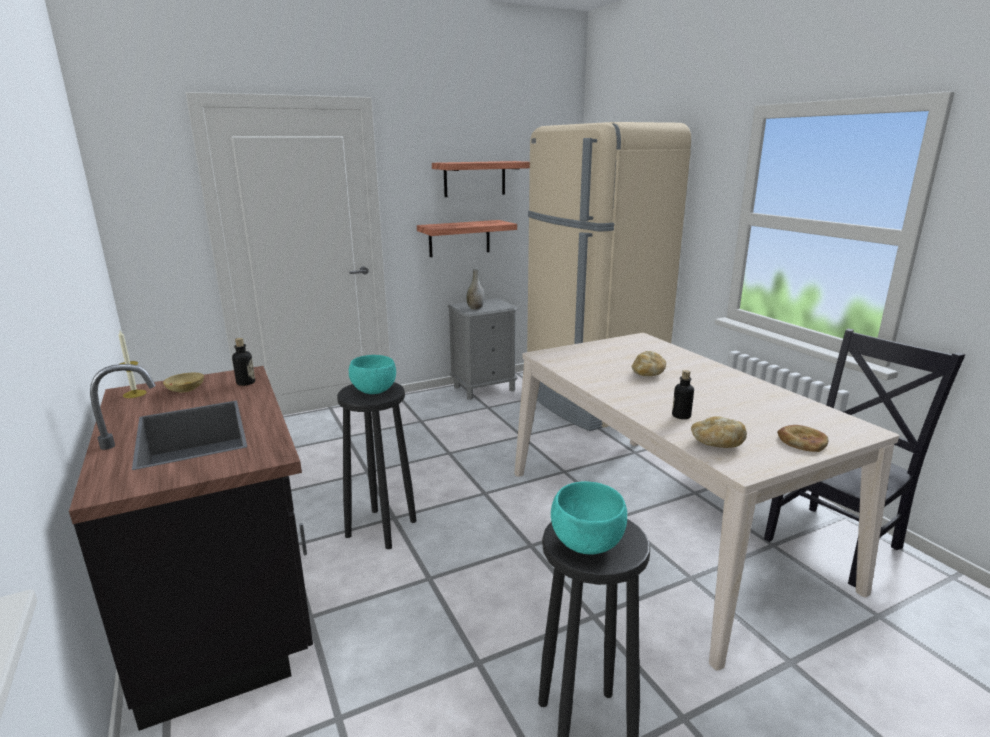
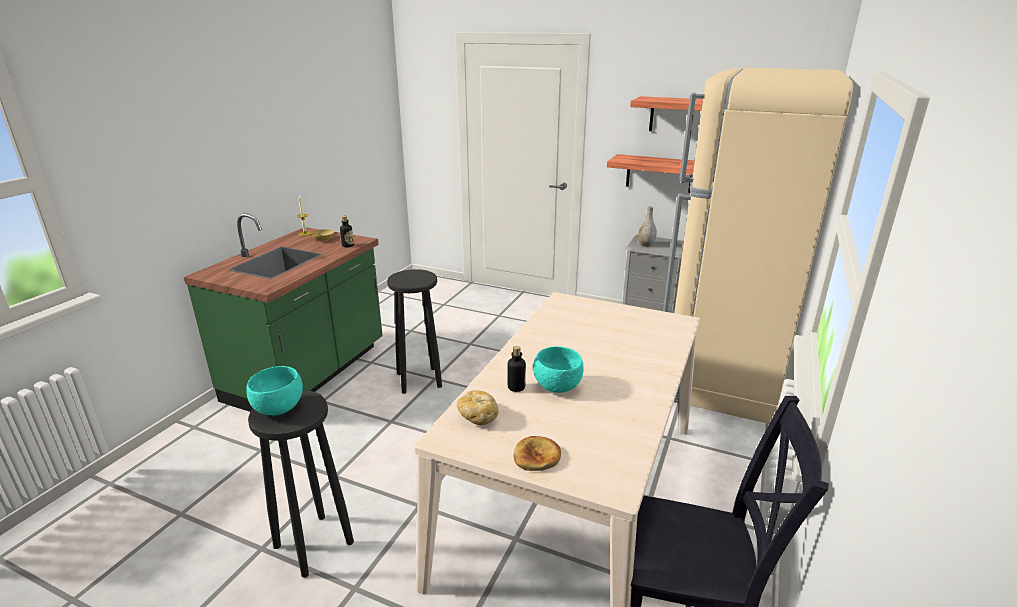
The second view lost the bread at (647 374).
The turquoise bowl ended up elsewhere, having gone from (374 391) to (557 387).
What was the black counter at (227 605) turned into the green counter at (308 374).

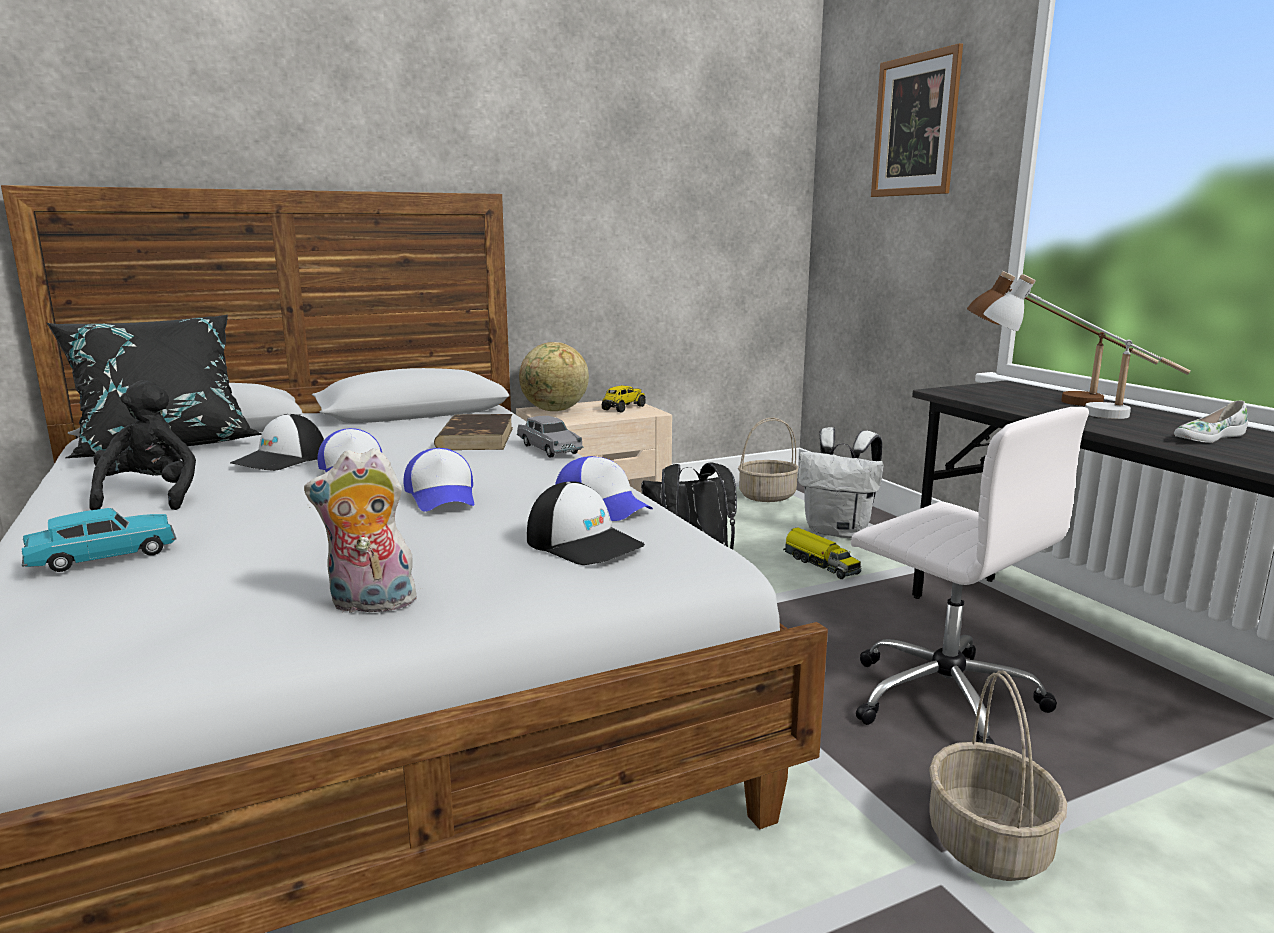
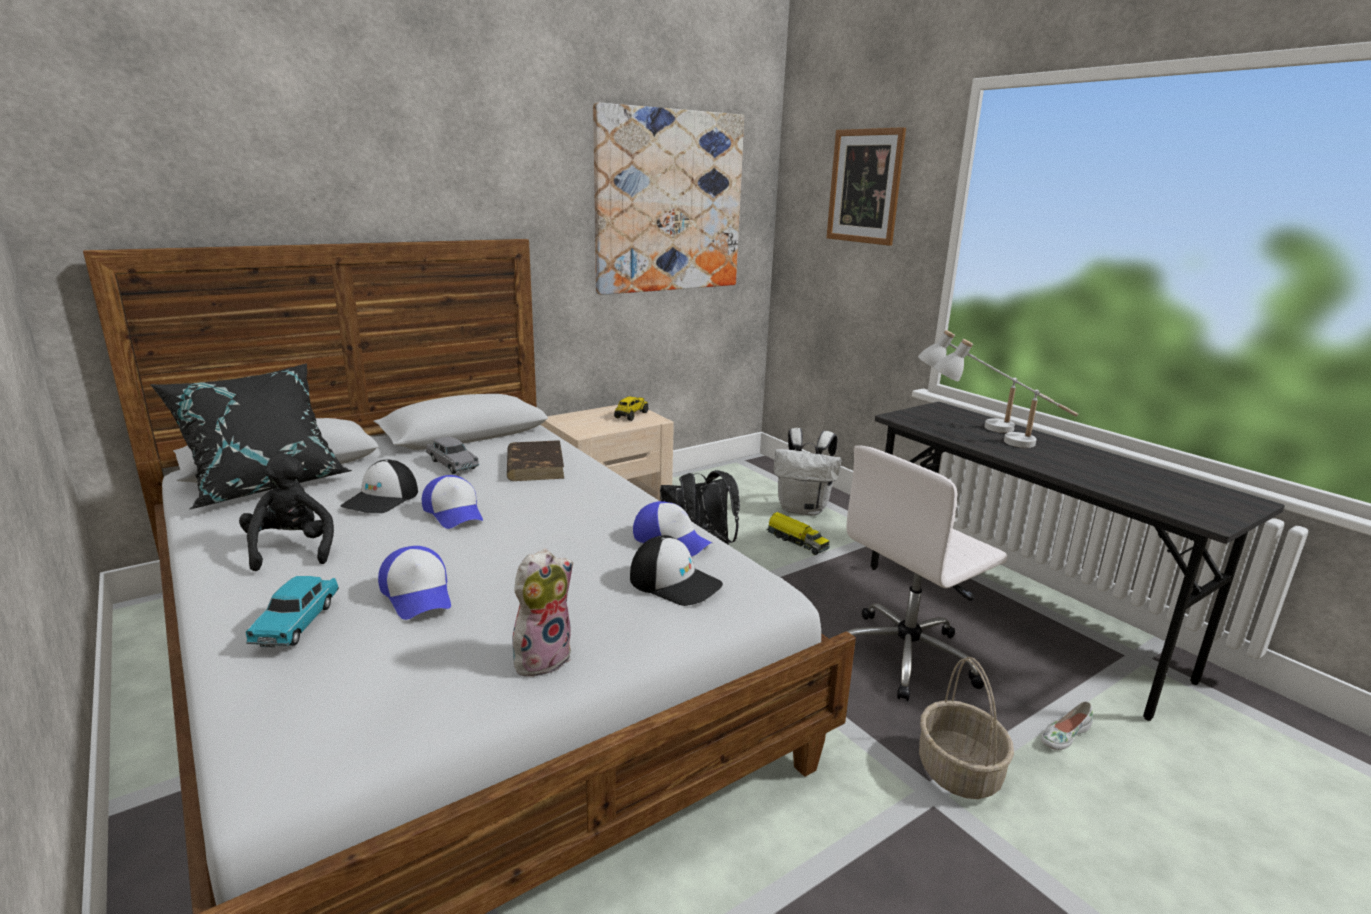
The second view lost the globe at (554 410).
The second view lost the basket at (767 496).
The second view gained the picture at (669 202).
The cap ended up elsewhere, having gone from (442 497) to (418 594).
The grey toy car ended up elsewhere, having gone from (549 449) to (452 464).
The white shoe ended up elsewhere, having gone from (1207 437) to (1064 735).
What was the brown table lamp at (1050 400) turned into the white table lamp at (976 426).
The turquoise toy car at (103 557) ended up facing another way, 135 degrees clockwise from before.
The plush toy at (370 605) ended up facing another way, 150 degrees clockwise from before.
The white office chair at (941 697) ended up facing another way, 105 degrees clockwise from before.

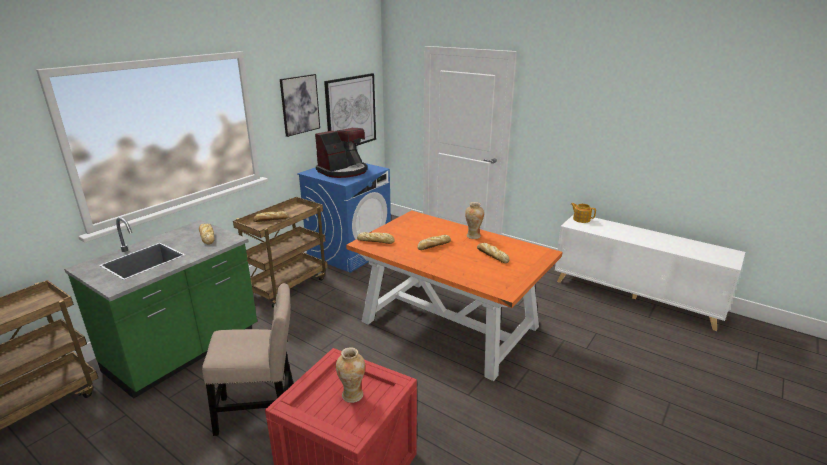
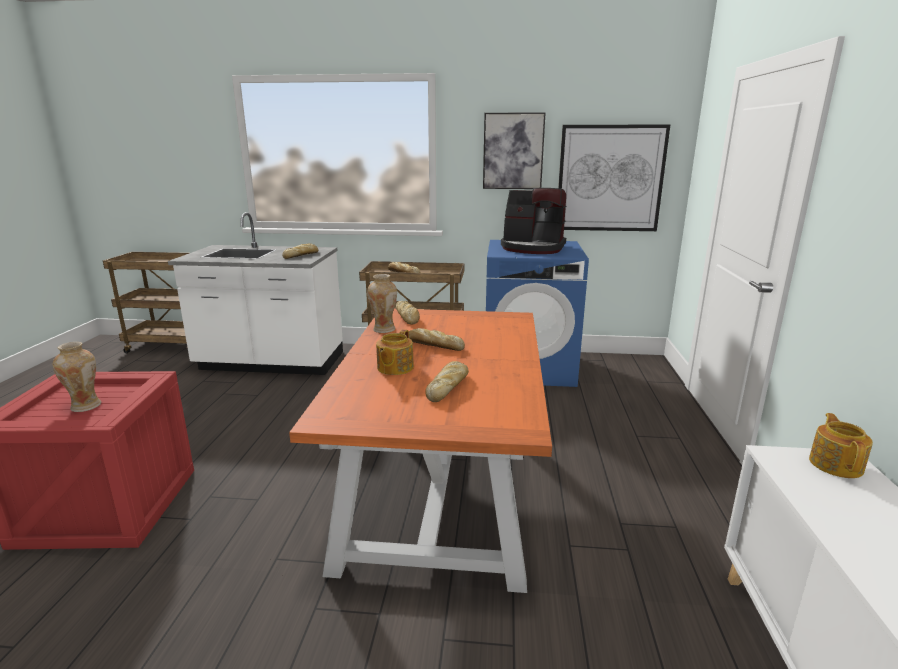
The second view lost the beige chair at (261 410).
The second view gained the teapot at (394 368).
The vase ended up elsewhere, having gone from (473 236) to (384 329).
What was the green counter at (185 351) turned into the white counter at (270 363).

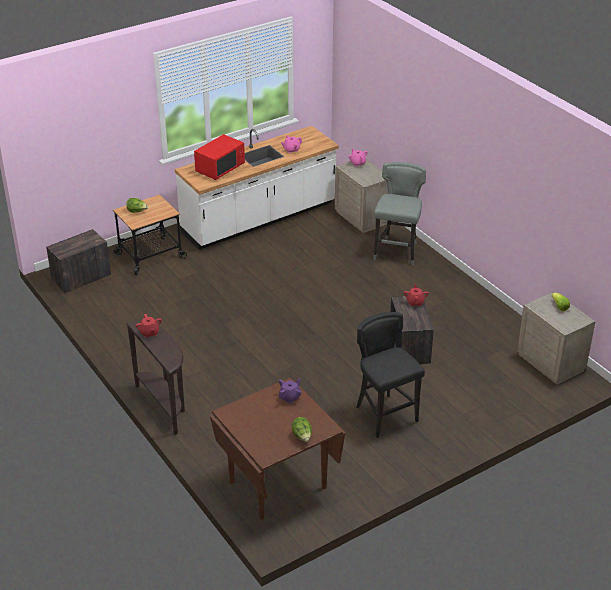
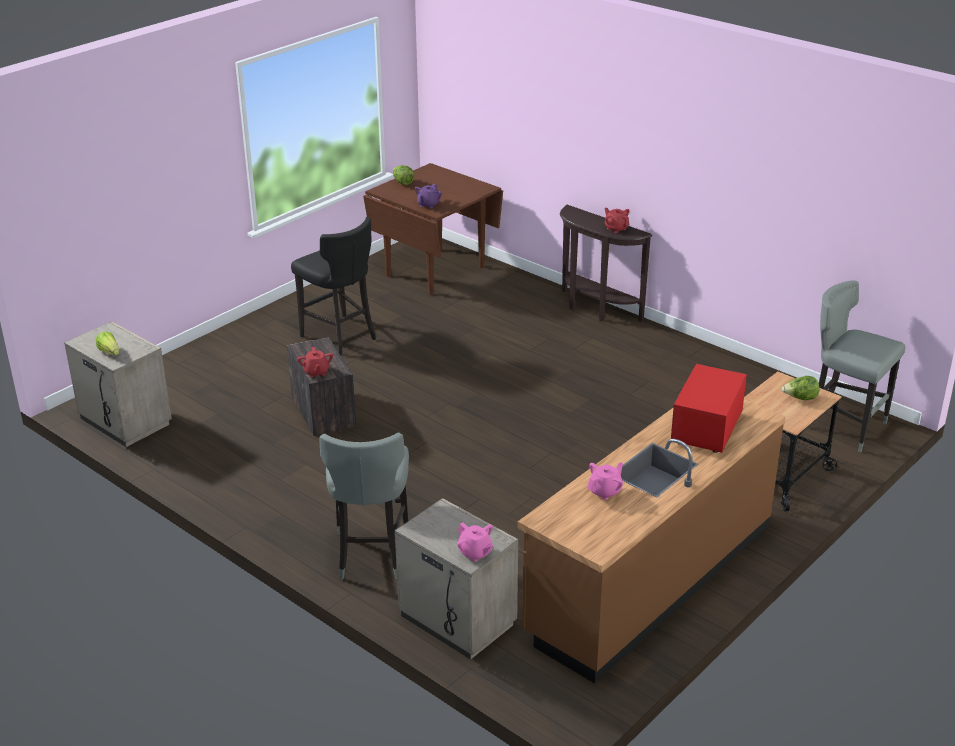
Where the crate stood at (80 277), the grey stool came to stand at (844 426).
What was the white counter at (259 219) turned into the brown counter at (649 579).

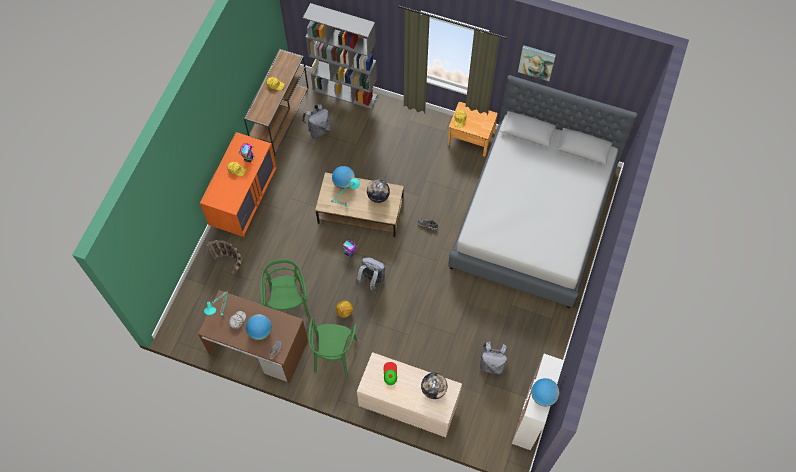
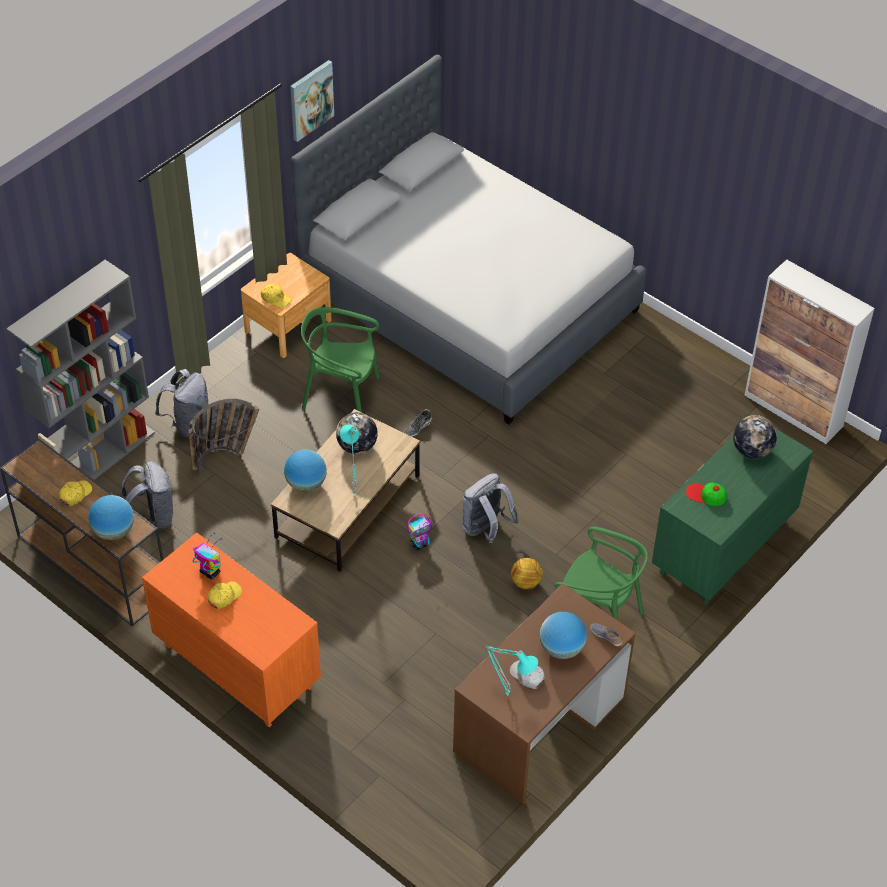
The basket ended up elsewhere, having gone from (232 267) to (225 457).
The green chair ended up elsewhere, having gone from (287 302) to (341 396).
The grey backpack ended up elsewhere, having gone from (492 364) to (188 423).
The globe ended up elsewhere, having gone from (543 396) to (113 531).
What was the beige dresser at (408 405) turned into the green dresser at (723 548).

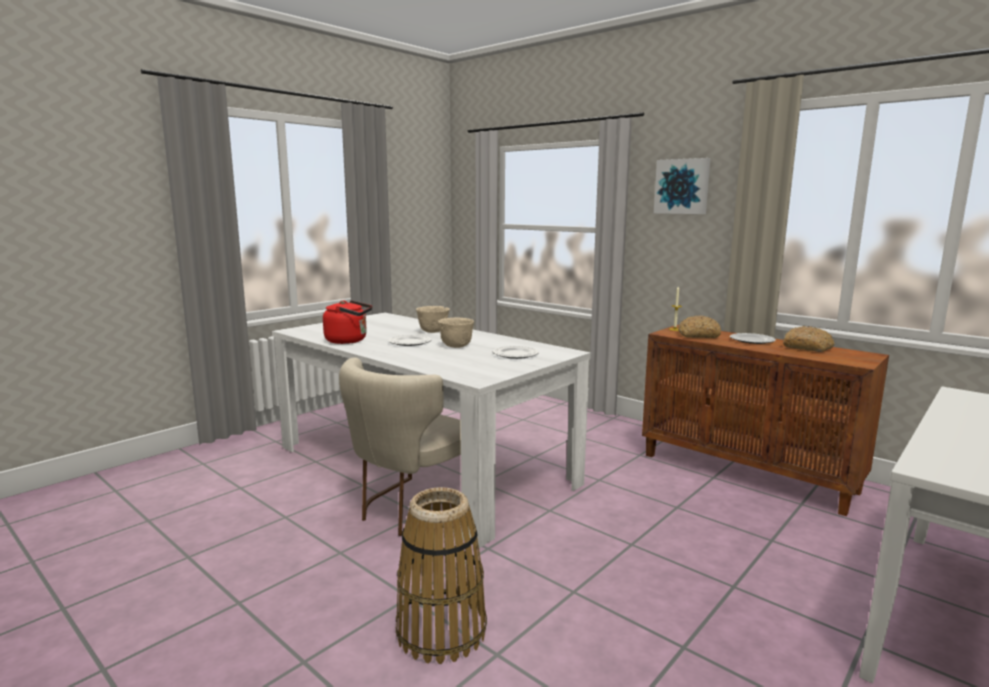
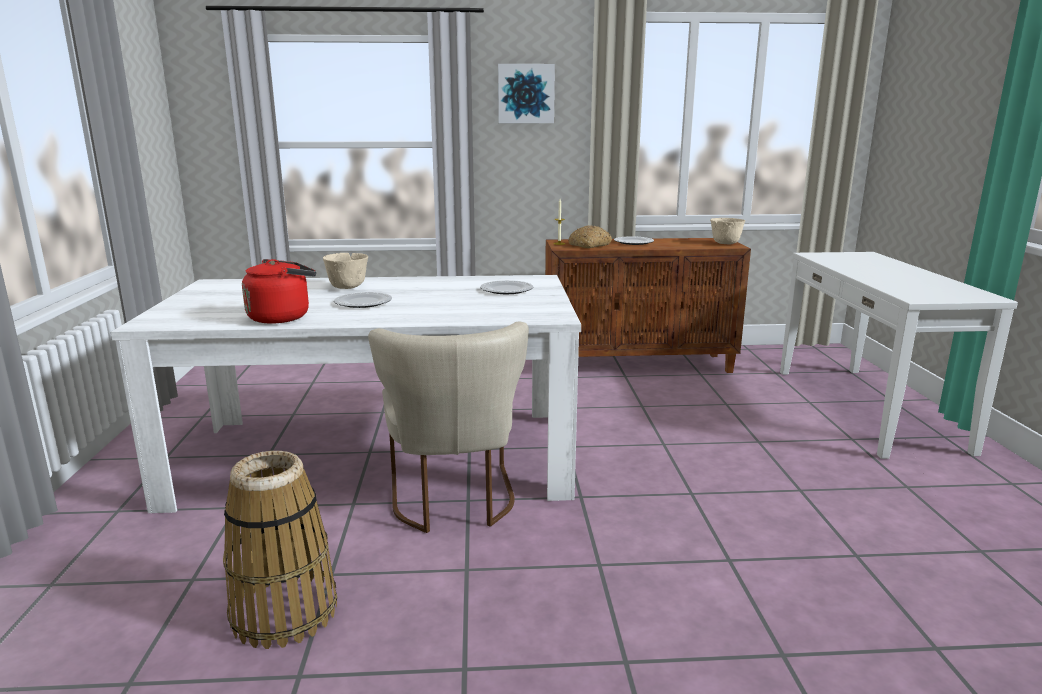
The second view lost the bread at (808 347).
The basket ended up elsewhere, having gone from (441 630) to (284 612).
The beige bowl ended up elsewhere, having gone from (455 346) to (725 243).

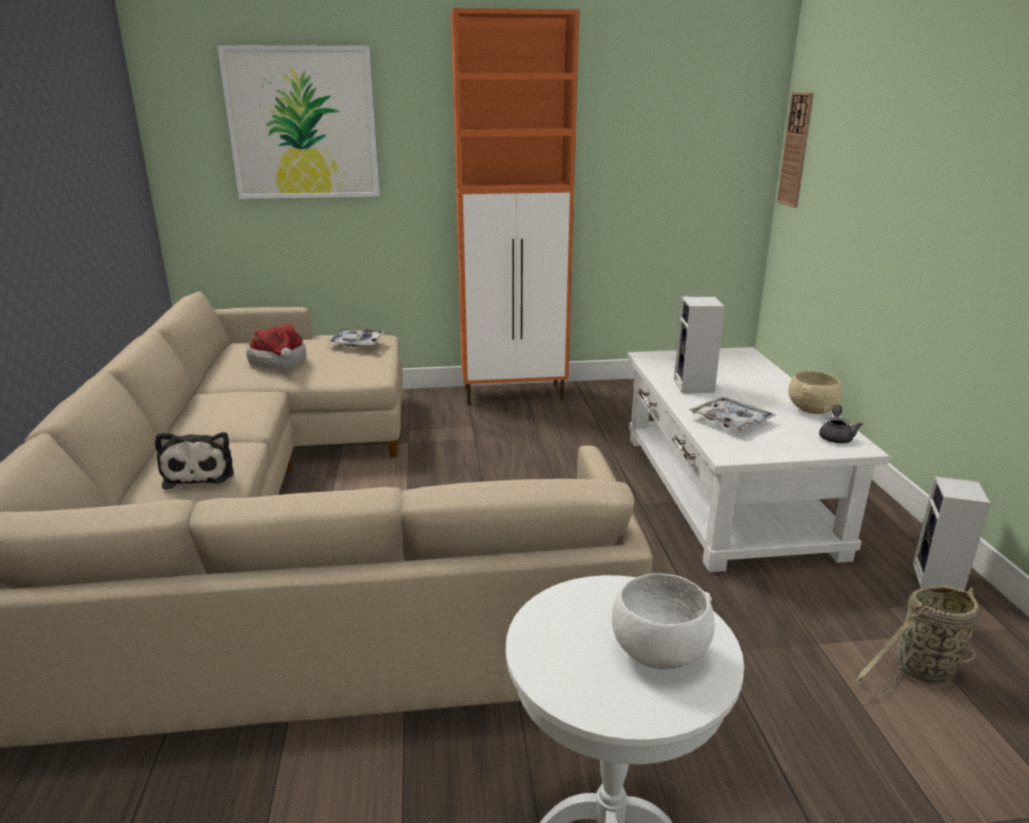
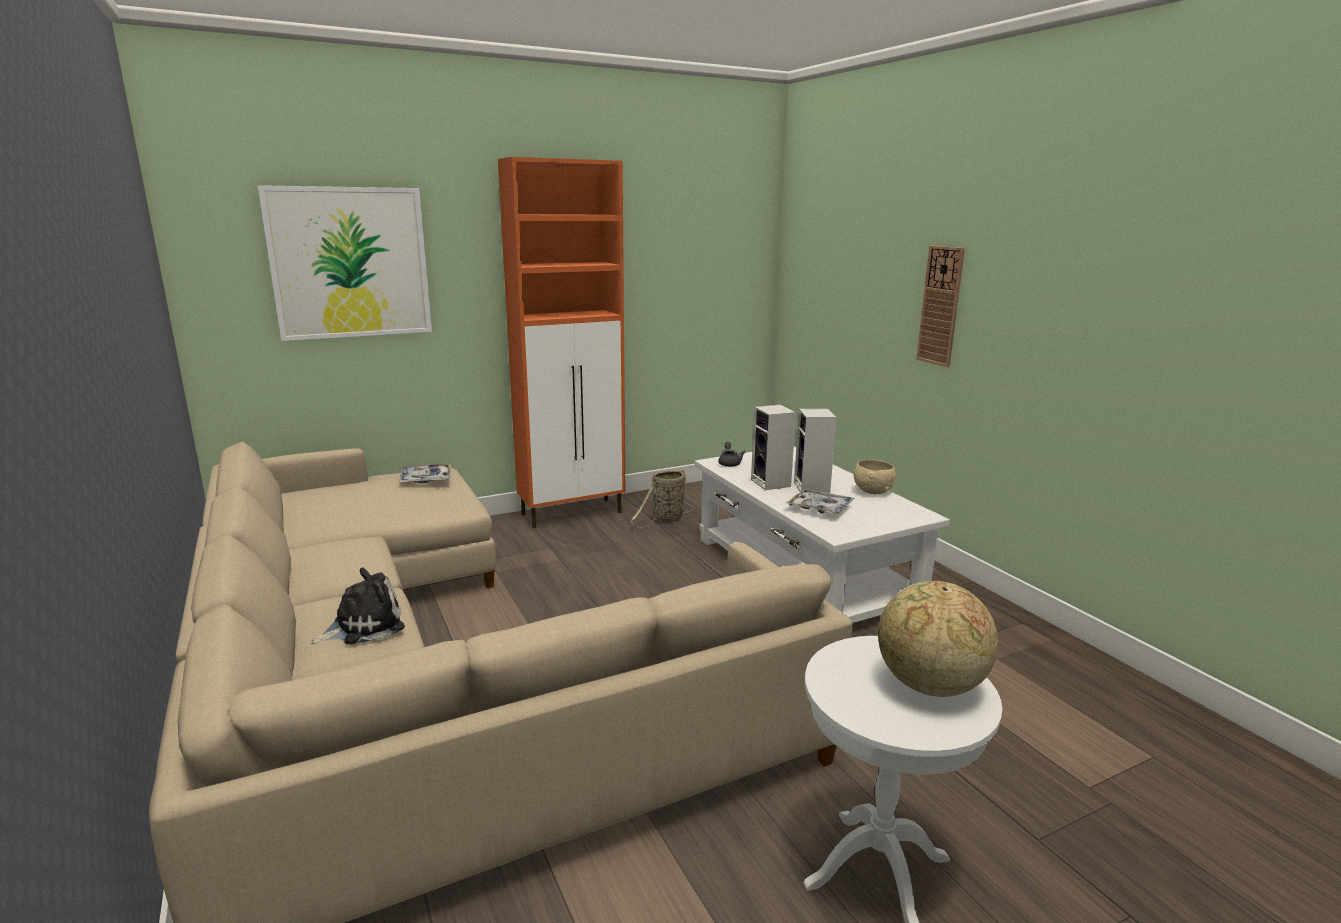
The second view lost the hat at (279 363).
The wall clock ended up elsewhere, having gone from (796 150) to (940 306).
The grey teapot ended up elsewhere, having gone from (836 436) to (729 463).
The basket ended up elsewhere, having gone from (921 671) to (666 519).
The speaker ended up elsewhere, having gone from (939 580) to (813 488).
Where the white bowl stood at (657 653), the globe came to stand at (929 686).
The plush toy at (200 473) ended up facing another way, 90 degrees counterclockwise from before.

